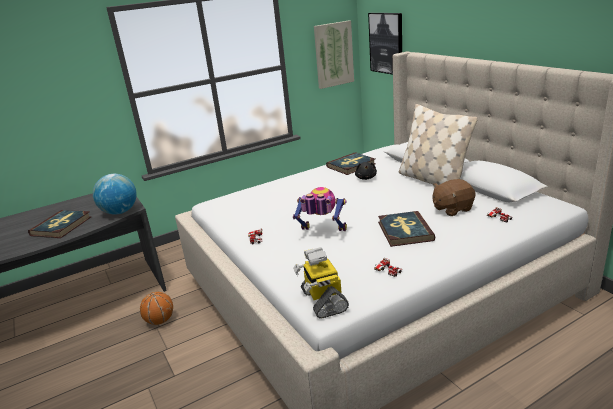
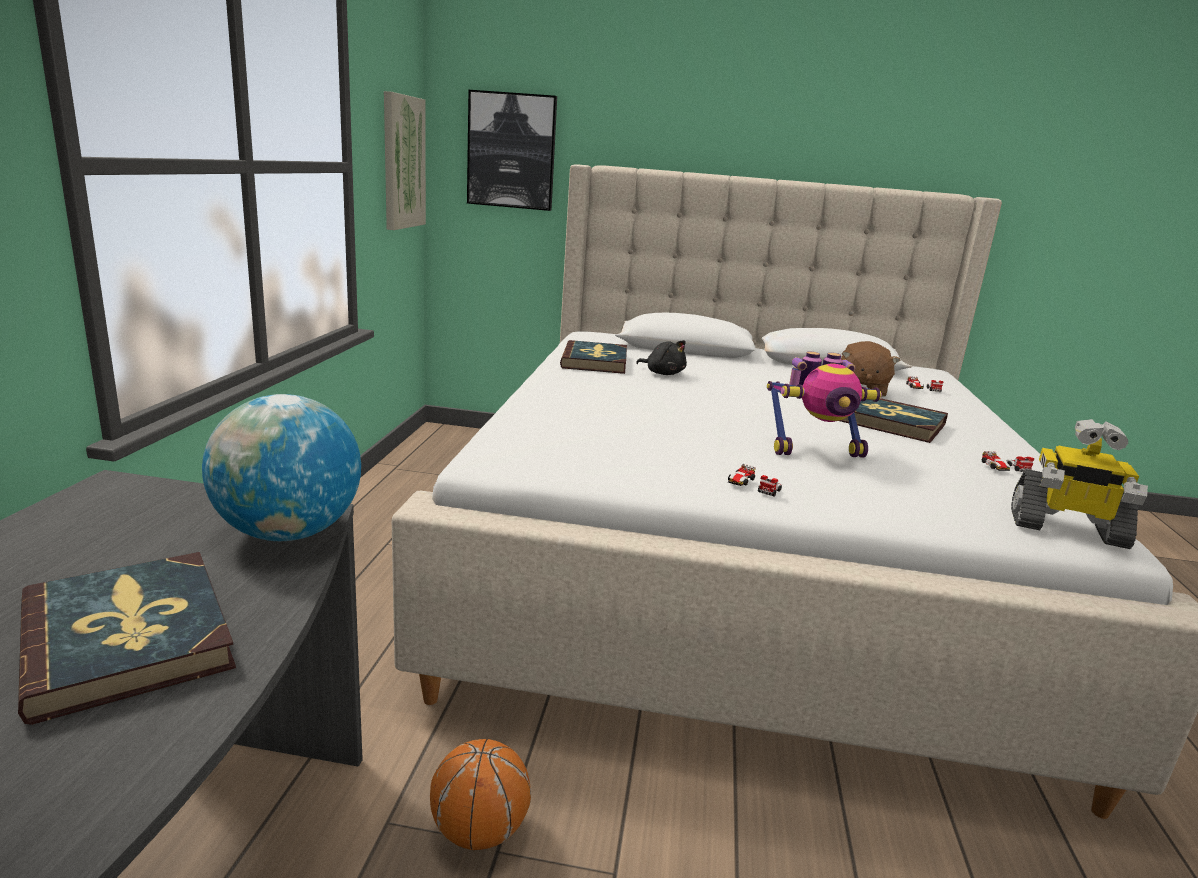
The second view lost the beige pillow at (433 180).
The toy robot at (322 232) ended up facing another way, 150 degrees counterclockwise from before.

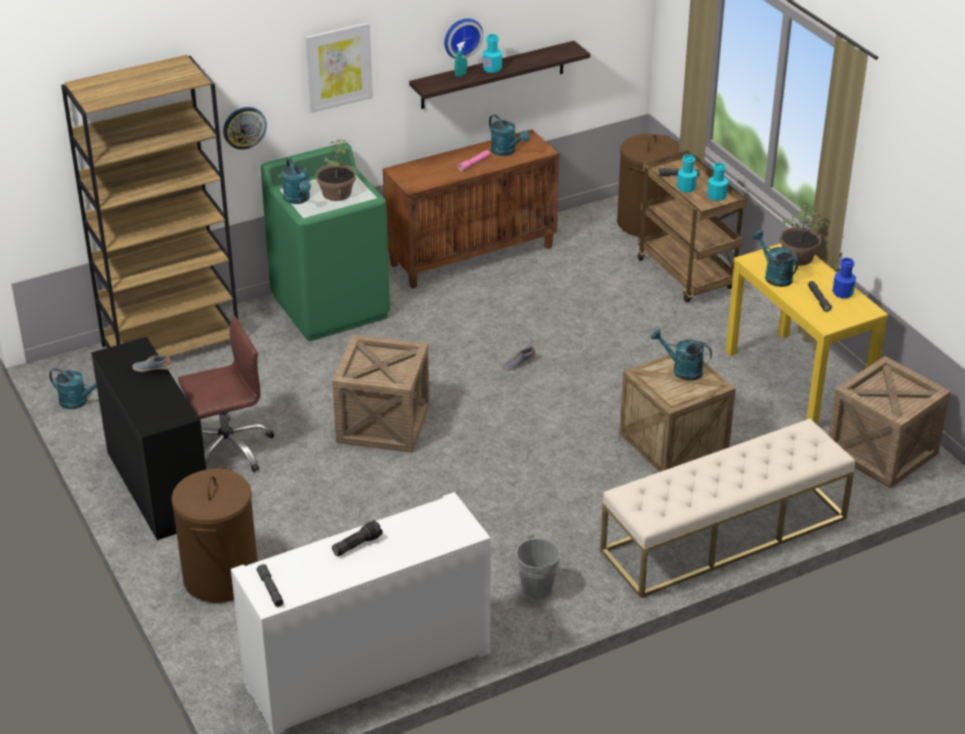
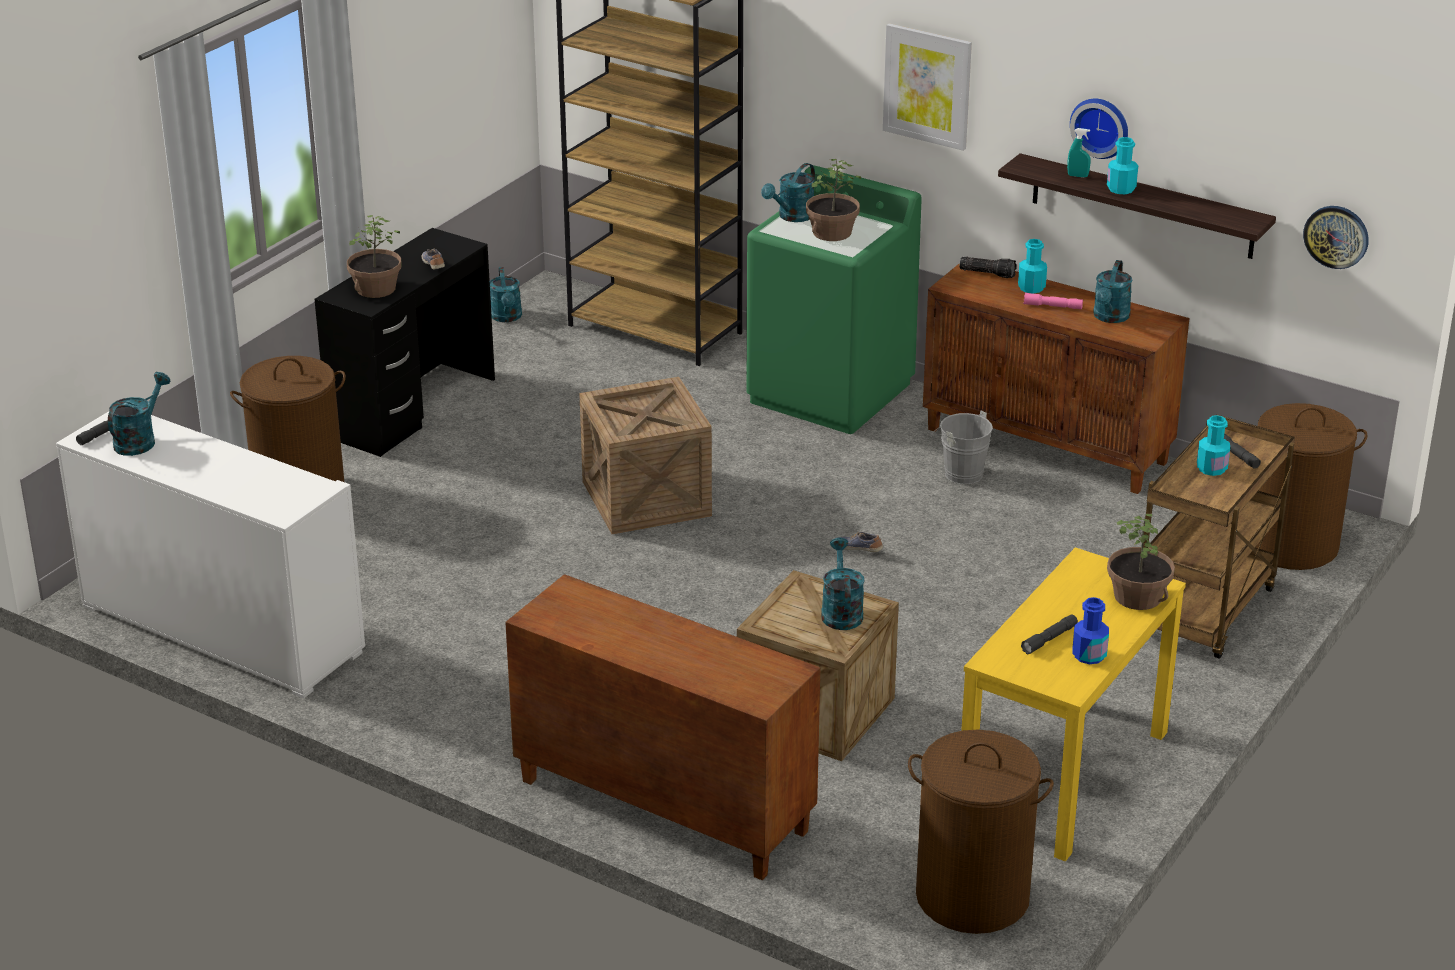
The second view lost the brown office chair at (227 448).
The second view gained the potted plant at (375 288).
The wall clock ended up elsewhere, having gone from (244 127) to (1336 236).
The flashlight ended up elsewhere, having gone from (357 544) to (988 273).
The grey bucket ended up elsewhere, having gone from (533 588) to (960 472).
The turquoise bottle ended up elsewhere, having gone from (716 196) to (1031 288).
The turquoise watering can ended up elsewhere, having gone from (774 276) to (139 440).
Where the beige bench stood at (724 534), the brown cabinet came to stand at (661 806).
Where the crate stood at (882 452), the brown laundry basket came to stand at (972 897).

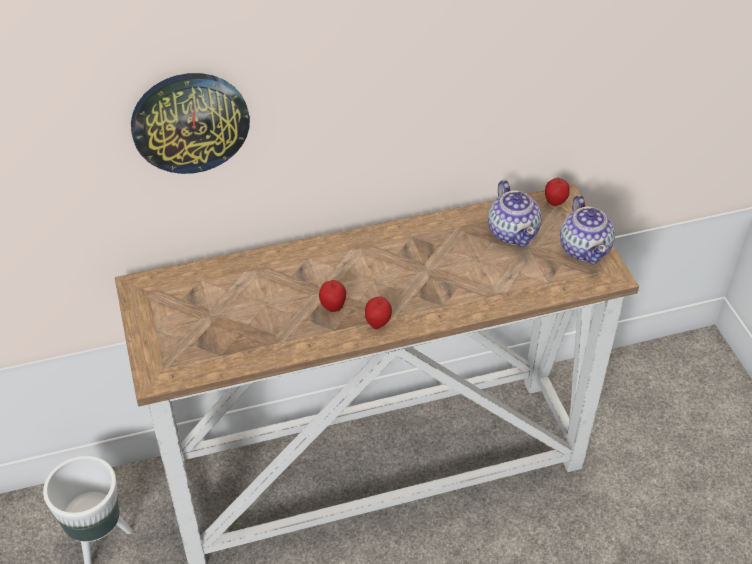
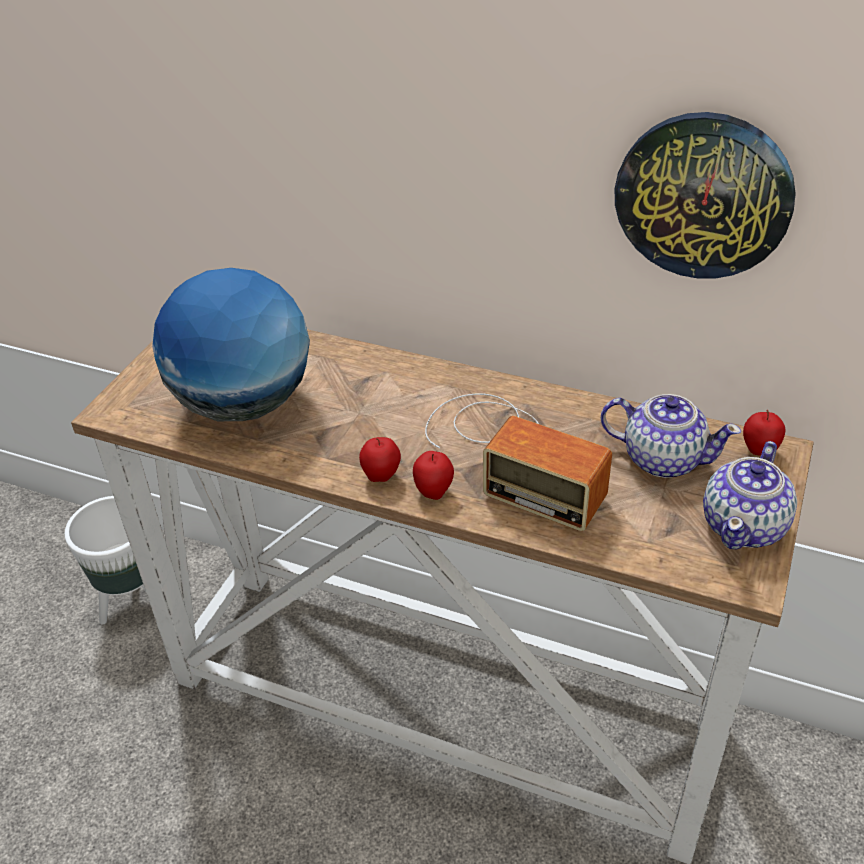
The second view gained the globe at (243 404).
The second view gained the radio at (510 454).
The wall clock ended up elsewhere, having gone from (190 122) to (703 196).
The apple ended up elsewhere, having gone from (333 307) to (434 492).
The teapot at (513 232) ended up facing another way, 90 degrees counterclockwise from before.

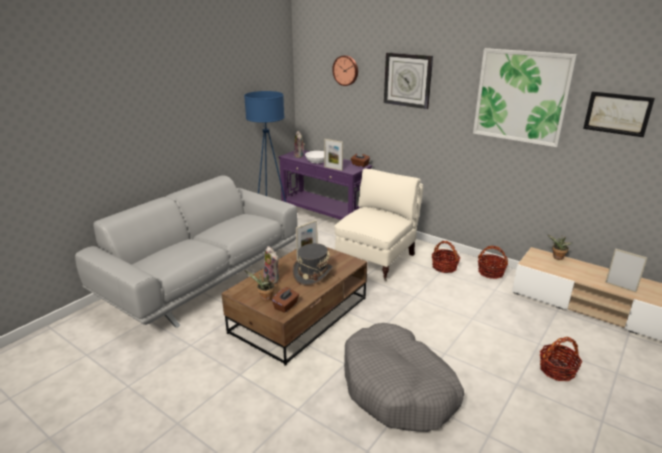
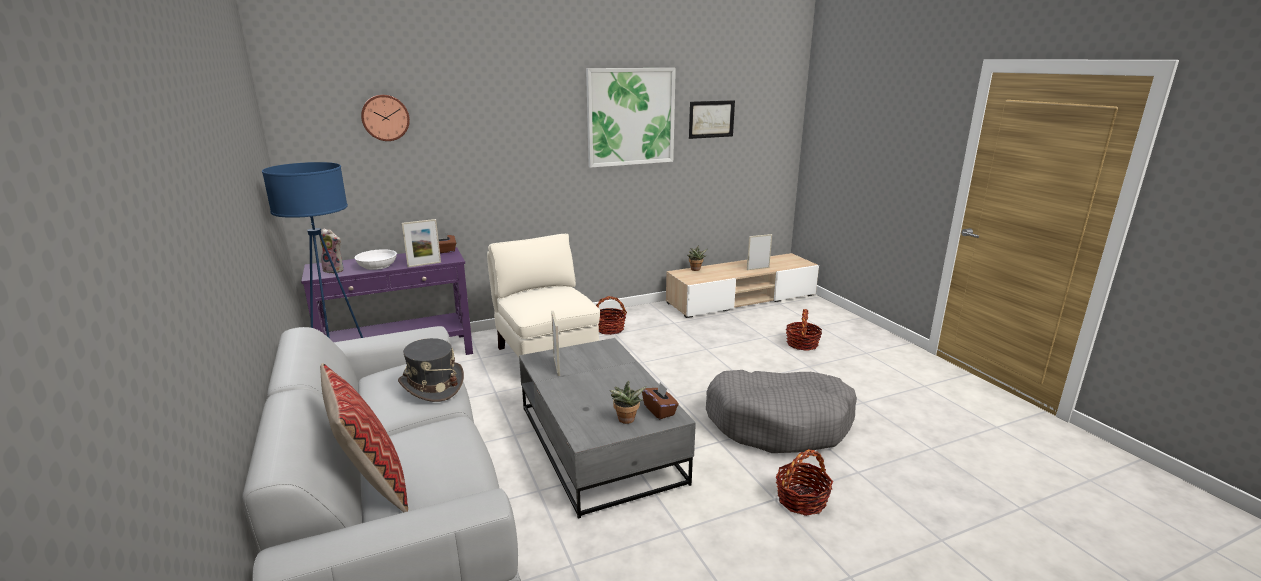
The second view lost the plush toy at (273 279).
The second view lost the wall clock at (407 80).
The second view gained the pillow at (373 484).
The grey hat ended up elsewhere, having gone from (312 274) to (432 386).
The basket ended up elsewhere, having gone from (490 272) to (801 499).
What was the brown coffee table at (300 314) turned into the grey coffee table at (598 443).

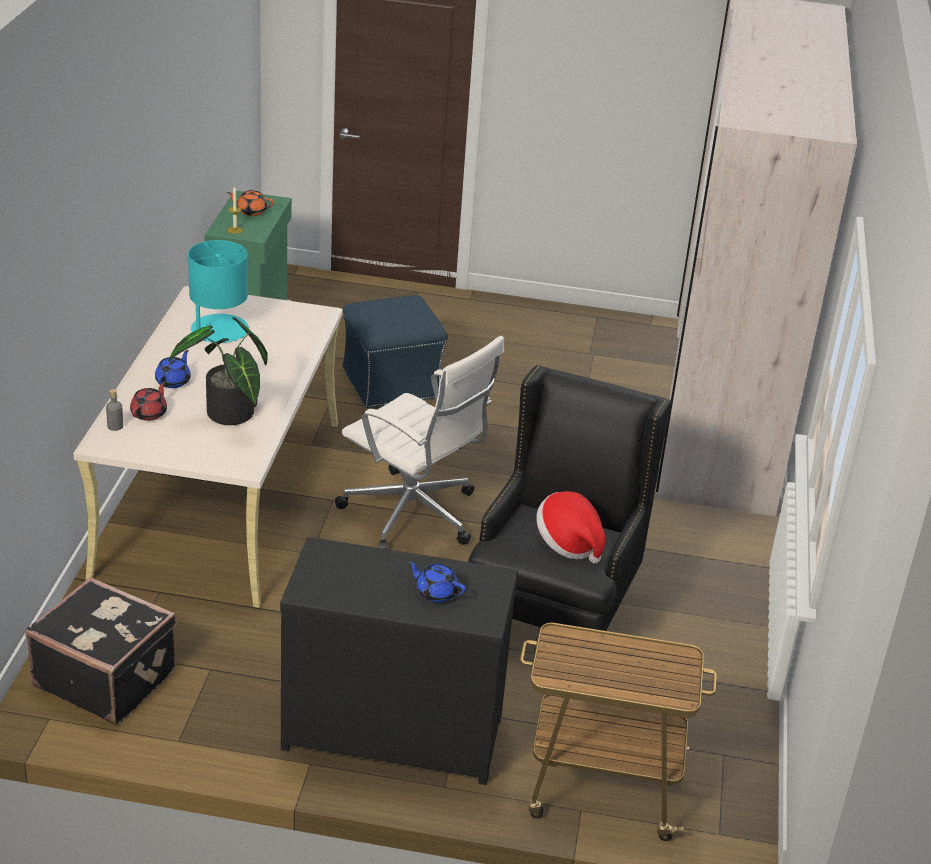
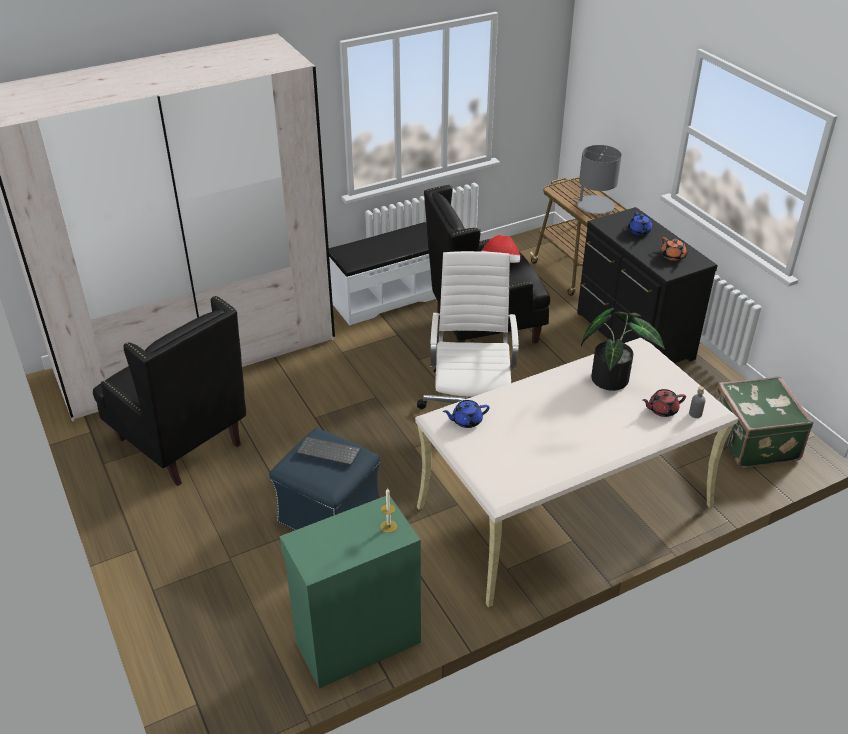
The second view lost the turquoise table lamp at (219 330).
The second view gained the black armchair at (180 443).
The second view gained the keyboard at (327 453).
The second view gained the white bench at (388 297).
The second view gained the grey table lamp at (595 205).
The blue teapot ended up elsewhere, having gone from (173 381) to (466 421).
The orange teapot ended up elsewhere, having gone from (251 211) to (673 256).
What was the black suitcase at (106 677) turned into the green suitcase at (752 441).

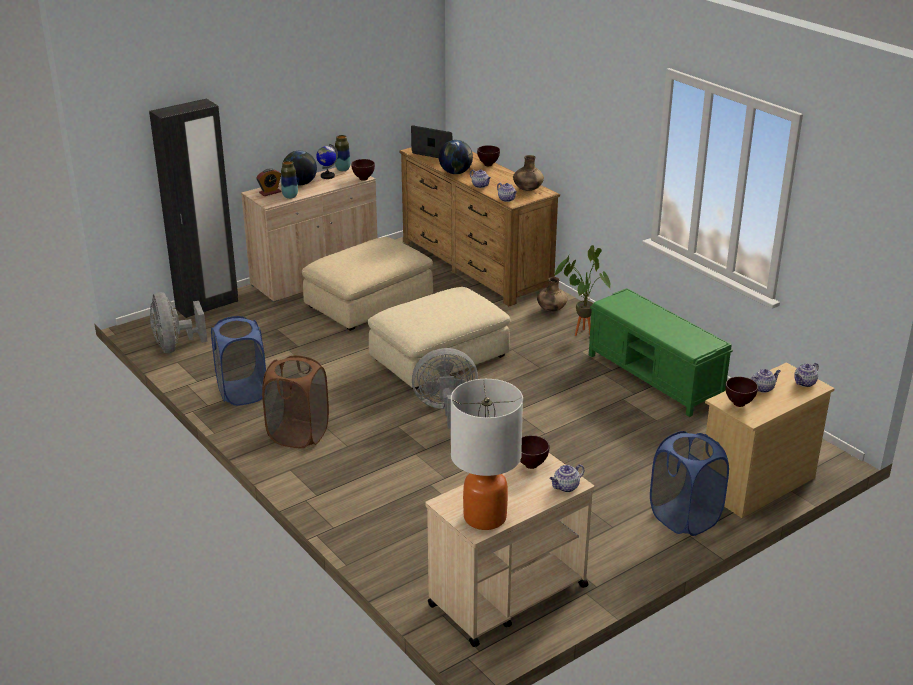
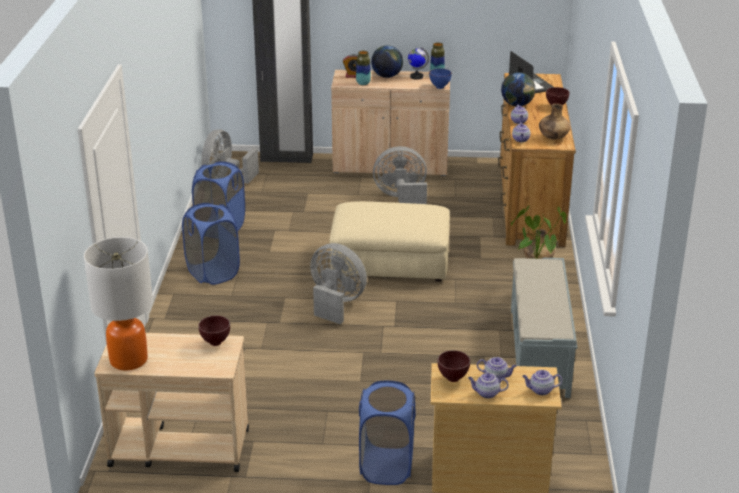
The teapot ended up elsewhere, having gone from (566 487) to (486 393).
Where the beige ottoman stood at (369 302), the grey fan came to stand at (401 199).
What was the brown laundry basket at (298 435) turned into the blue laundry basket at (212 273).
What was the brown bowl at (363 179) turned into the blue bowl at (439 87).
What was the green bench at (655 377) turned into the grey bench at (539 352).

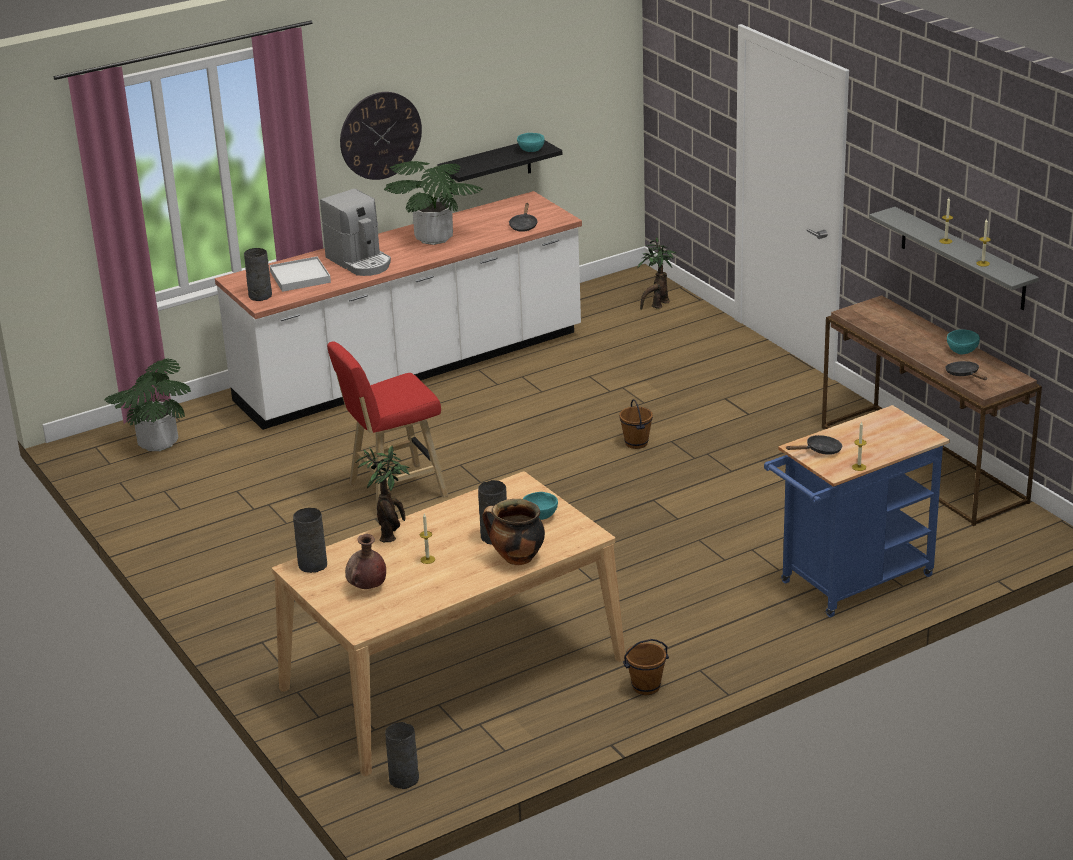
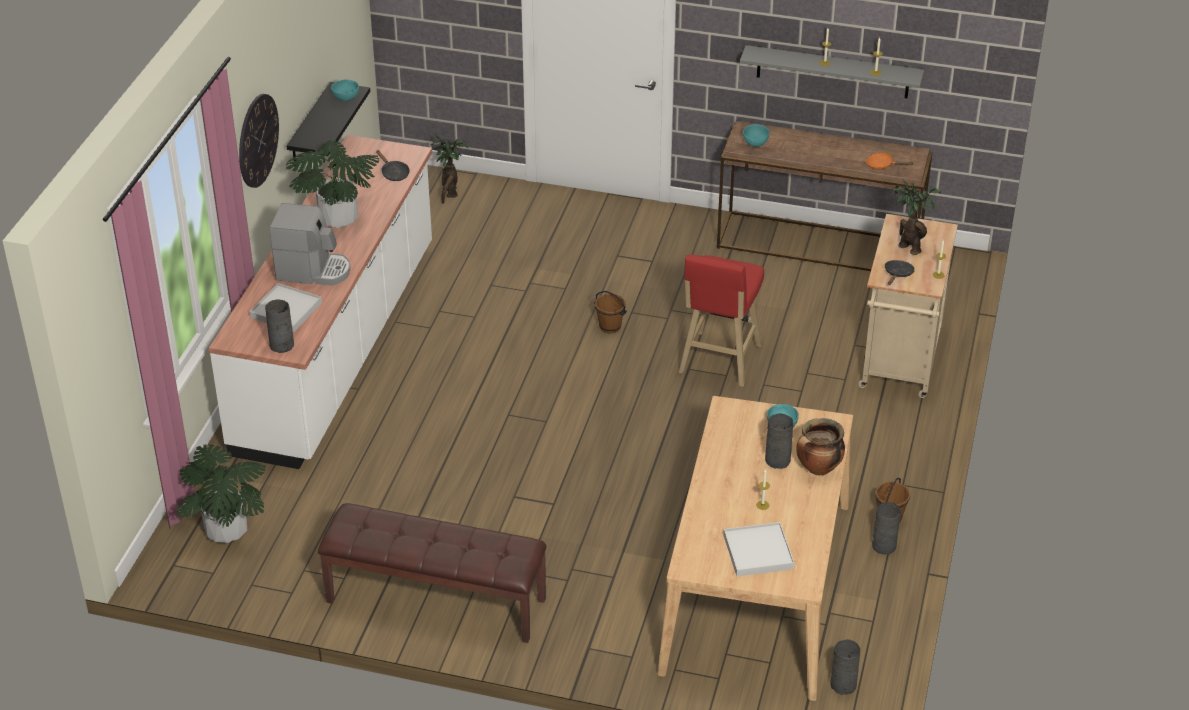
The second view gained the brown bench at (435 601).
The grey vase ended up elsewhere, having gone from (312 564) to (883 545).
The red stool ended up elsewhere, having gone from (393 491) to (718 362).
The potted plant ended up elsewhere, having gone from (391 533) to (908 247).
The turquoise bowl ended up elsewhere, having gone from (961 351) to (755 143).
Where the brown vase stood at (367 587), the white tray came to stand at (758 552).
What was the blue cart at (849 583) turned into the beige cart at (899 365).
What was the black frying pan at (964 374) turned into the orange frying pan at (882 165).

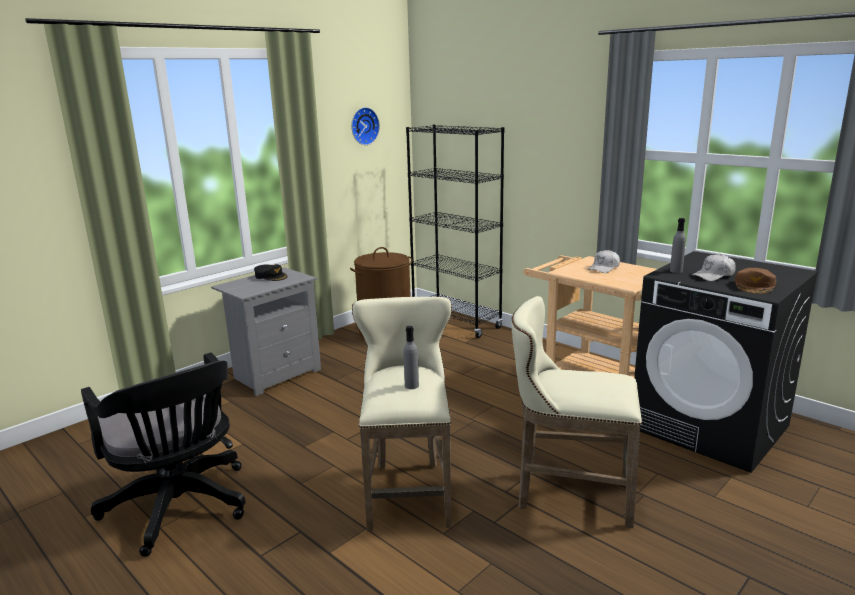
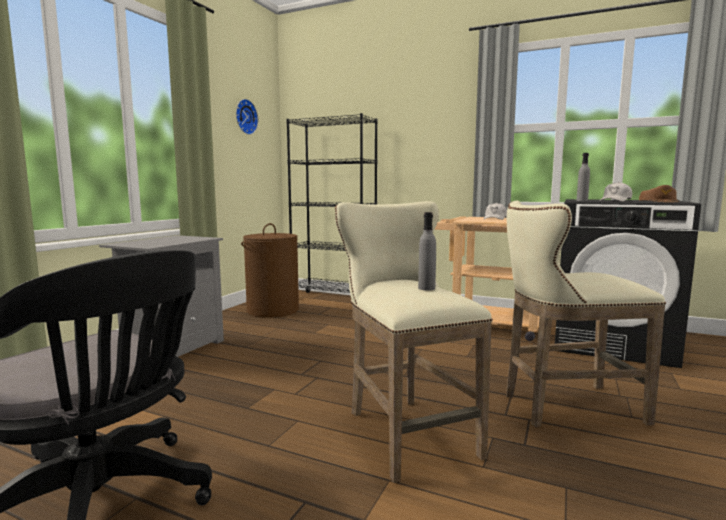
The second view lost the black cap at (271 276).

